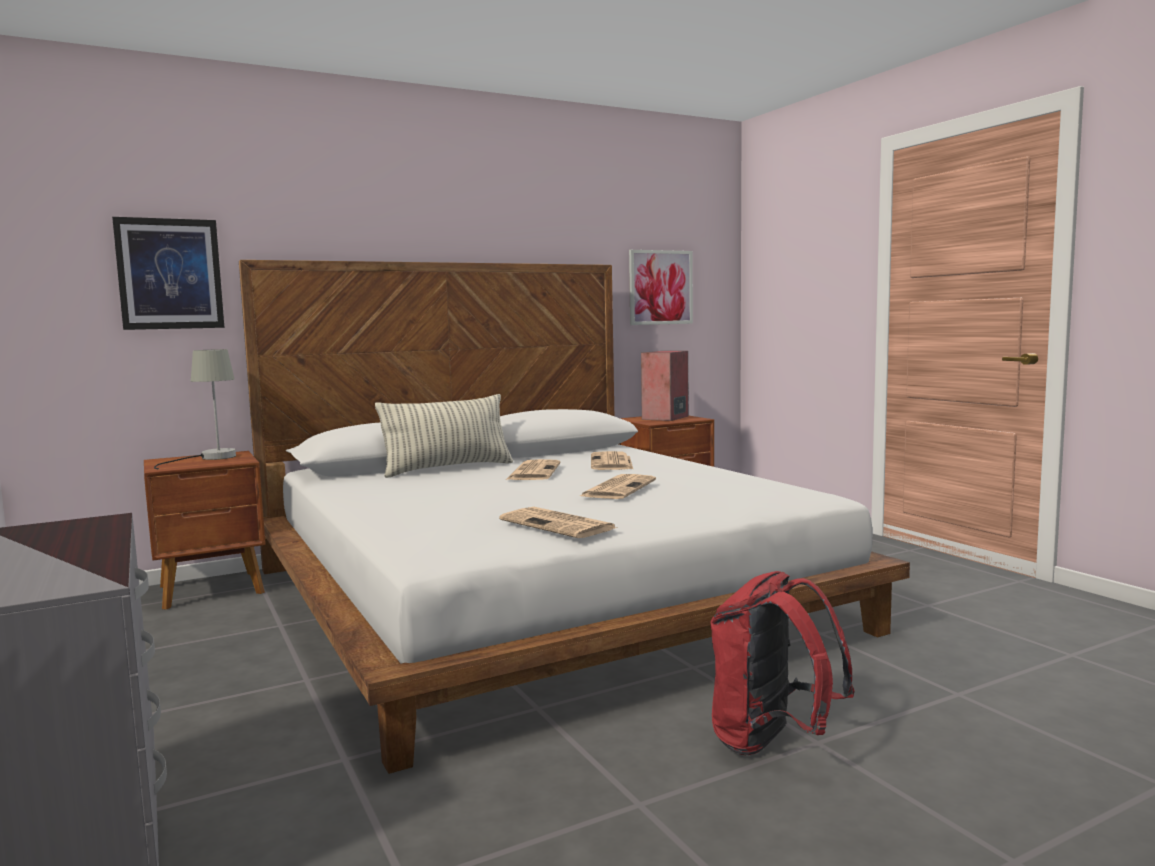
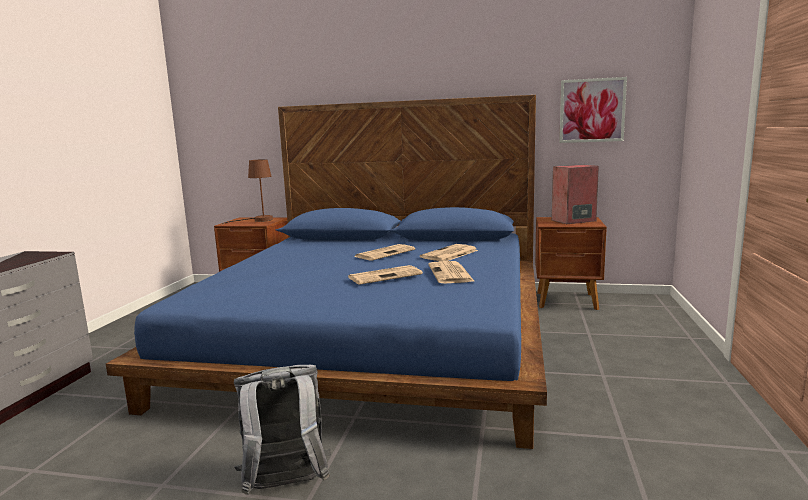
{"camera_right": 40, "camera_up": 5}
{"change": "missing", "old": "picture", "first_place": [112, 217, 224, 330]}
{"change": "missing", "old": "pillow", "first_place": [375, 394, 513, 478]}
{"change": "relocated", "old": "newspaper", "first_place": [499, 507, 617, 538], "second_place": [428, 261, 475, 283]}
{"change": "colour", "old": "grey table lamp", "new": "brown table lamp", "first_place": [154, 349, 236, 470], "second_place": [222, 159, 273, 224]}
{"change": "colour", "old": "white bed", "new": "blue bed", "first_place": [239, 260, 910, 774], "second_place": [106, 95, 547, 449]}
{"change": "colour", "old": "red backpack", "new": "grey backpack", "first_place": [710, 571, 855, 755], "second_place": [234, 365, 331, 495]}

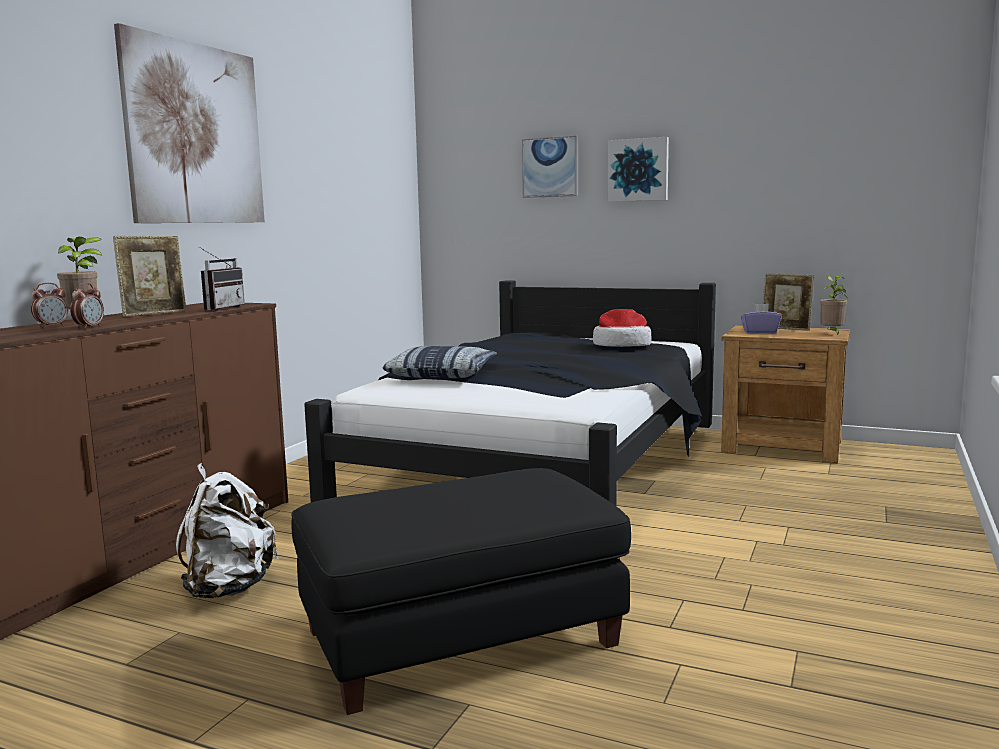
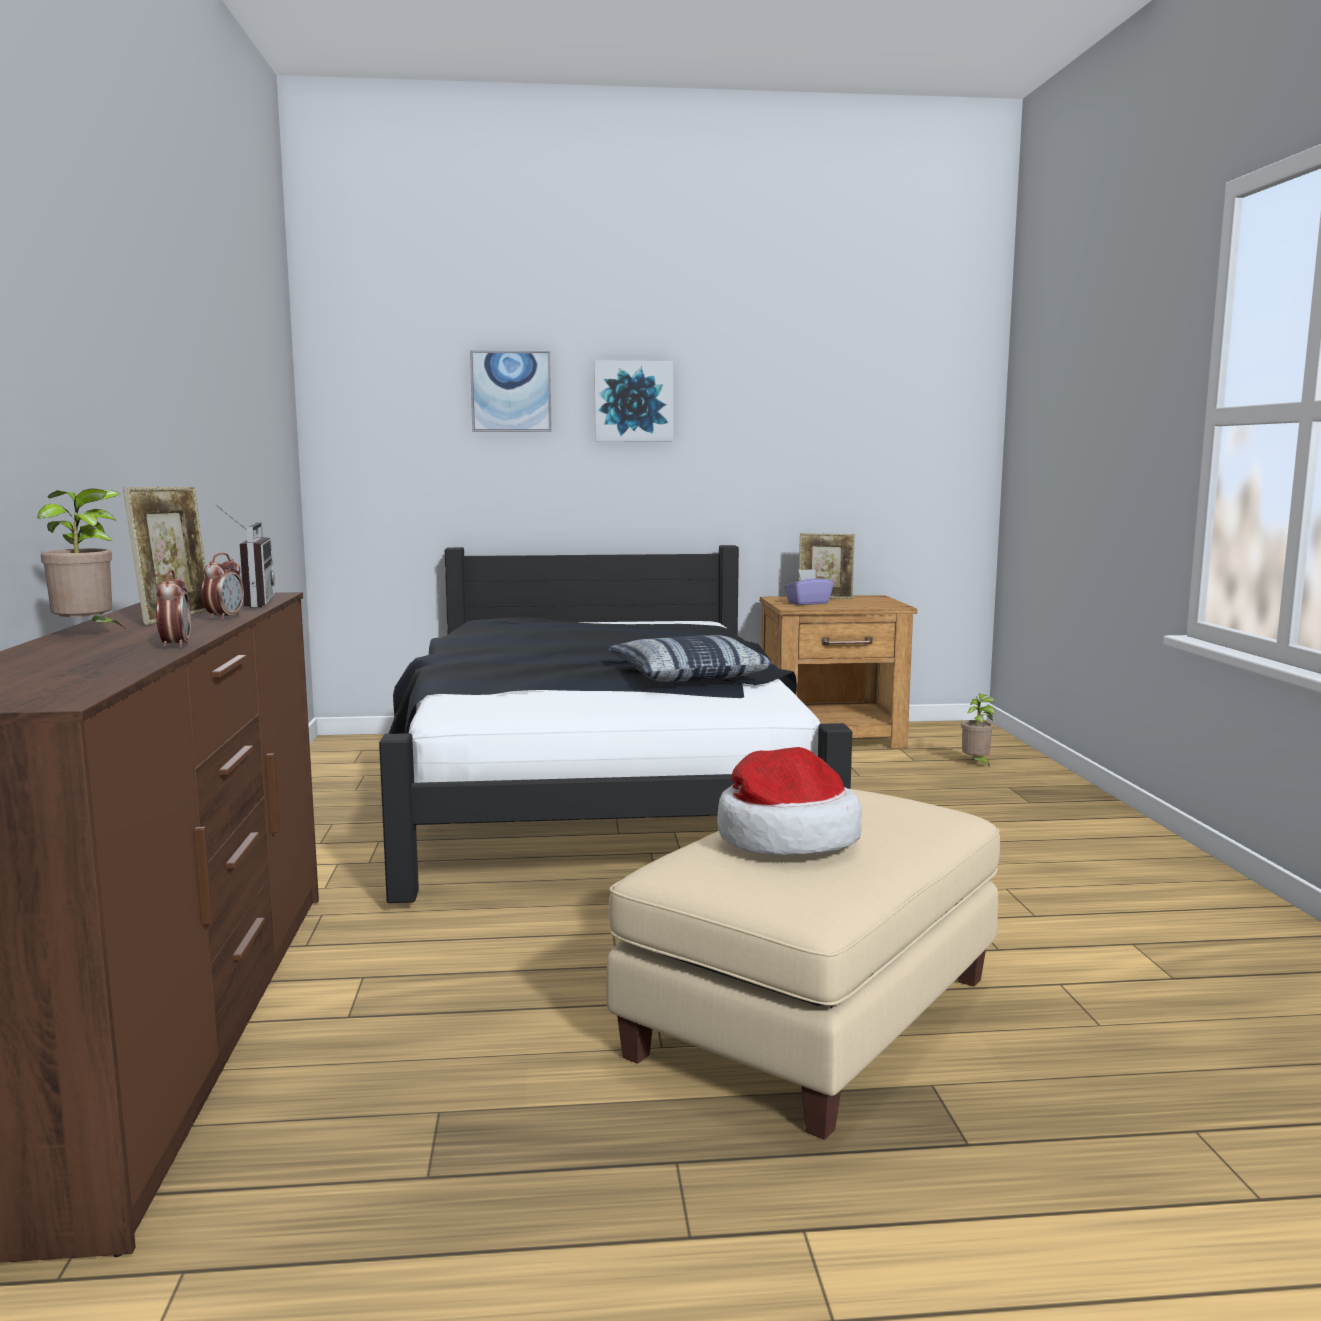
{"camera_right": -30, "camera_up": 0}
{"change": "missing", "old": "picture", "first_place": [114, 23, 265, 223]}
{"change": "missing", "old": "white backpack", "first_place": [176, 463, 279, 598]}
{"change": "relocated", "old": "alarm clock", "first_place": [31, 283, 68, 328], "second_place": [202, 553, 244, 620]}
{"change": "relocated", "old": "pillow", "first_place": [383, 346, 497, 378], "second_place": [608, 635, 772, 682]}
{"change": "relocated", "old": "hat", "first_place": [593, 309, 652, 347], "second_place": [717, 747, 862, 855]}
{"change": "relocated", "old": "potted plant", "first_place": [820, 276, 847, 336], "second_place": [961, 693, 995, 768]}
{"change": "colour", "old": "black ottoman", "new": "beige ottoman", "first_place": [291, 468, 631, 715], "second_place": [606, 789, 1000, 1140]}

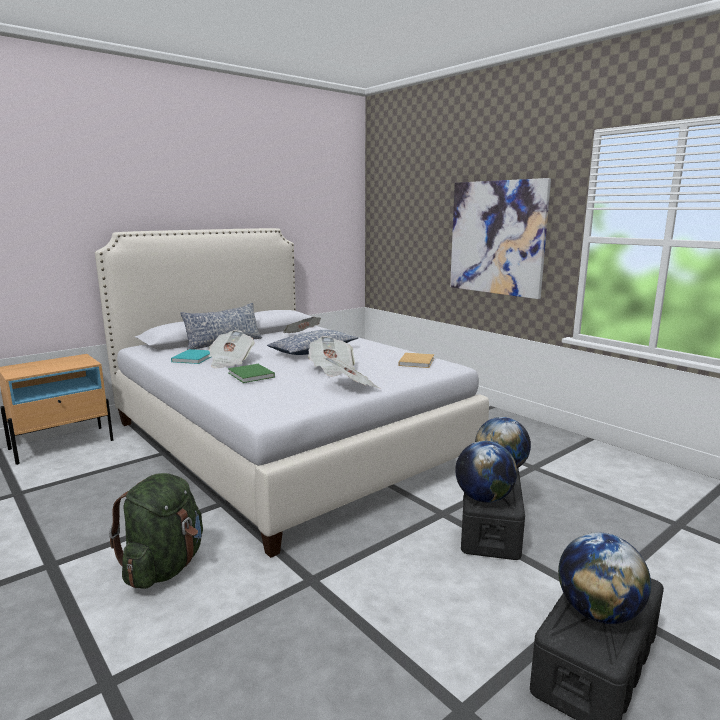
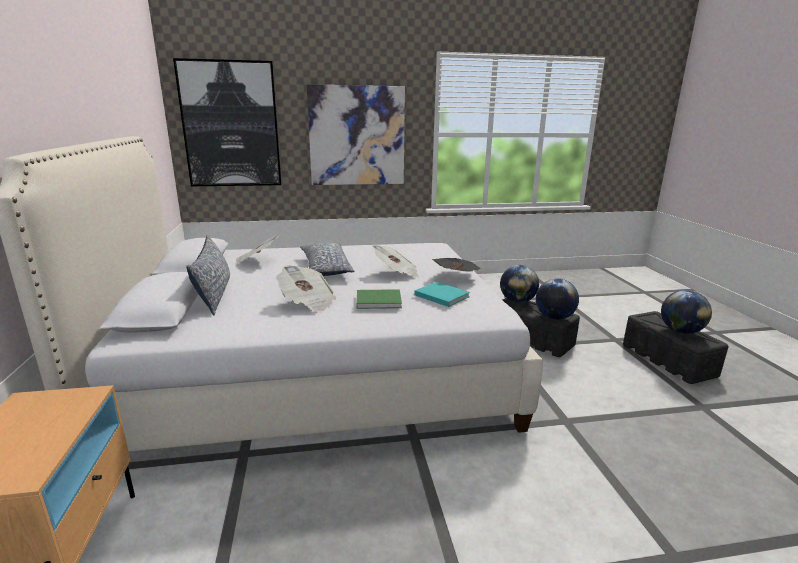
{"camera_right": -60, "camera_up": 5}
{"change": "missing", "old": "green backpack", "first_place": [109, 473, 203, 589]}
{"change": "missing", "old": "beige book", "first_place": [399, 352, 434, 368]}
{"change": "appeared", "new": "picture", "second_place": [173, 58, 282, 186]}
{"change": "relocated", "old": "turquoise book", "first_place": [171, 349, 211, 364], "second_place": [414, 282, 470, 307]}

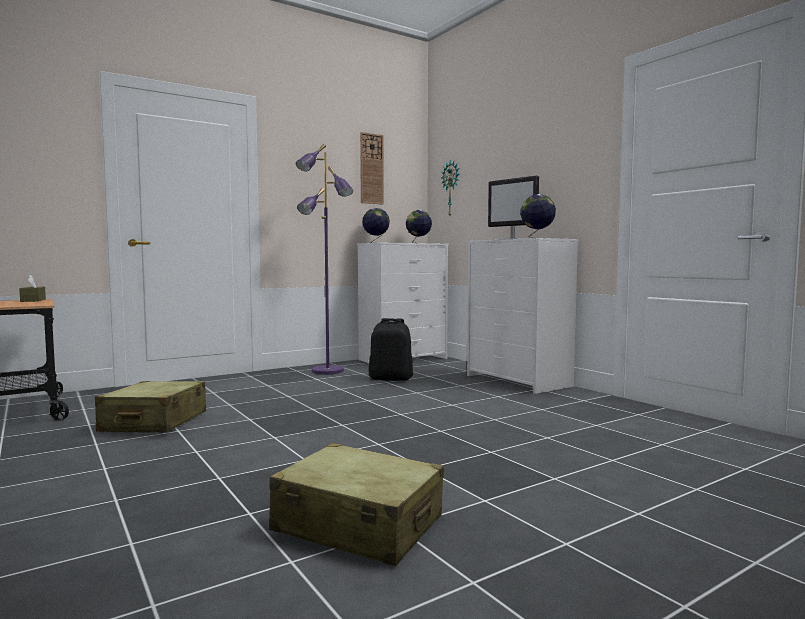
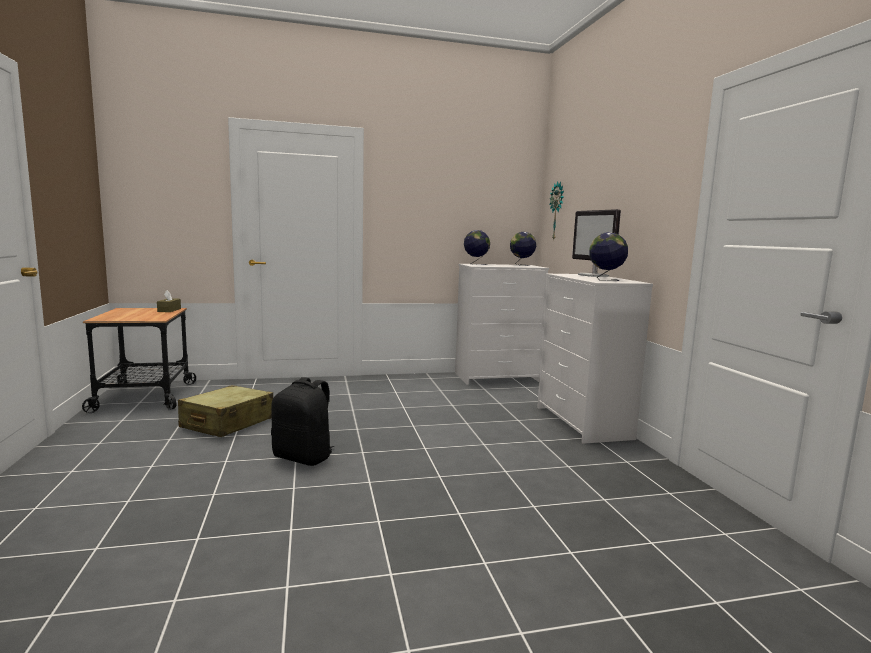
{"camera_right": 20, "camera_up": 5}
{"change": "missing", "old": "beige suitcase", "first_place": [269, 443, 444, 566]}
{"change": "missing", "old": "purple floor lamp", "first_place": [296, 144, 353, 375]}
{"change": "missing", "old": "wall clock", "first_place": [360, 132, 384, 204]}
{"change": "relocated", "old": "black backpack", "first_place": [369, 318, 413, 381], "second_place": [271, 377, 334, 466]}

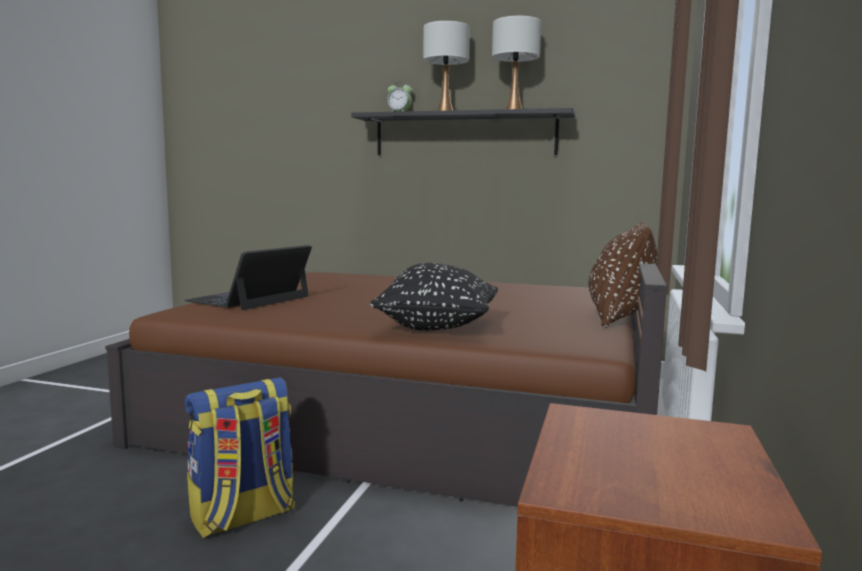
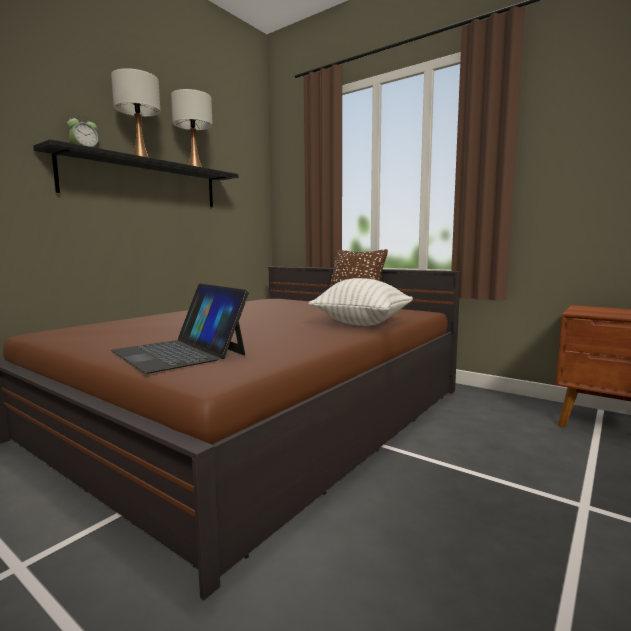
{"camera_right": -70, "camera_up": 0}
{"change": "missing", "old": "backpack", "first_place": [185, 377, 295, 538]}
{"change": "colour", "old": "black pillow", "new": "white pillow", "first_place": [370, 263, 498, 331], "second_place": [308, 278, 413, 326]}

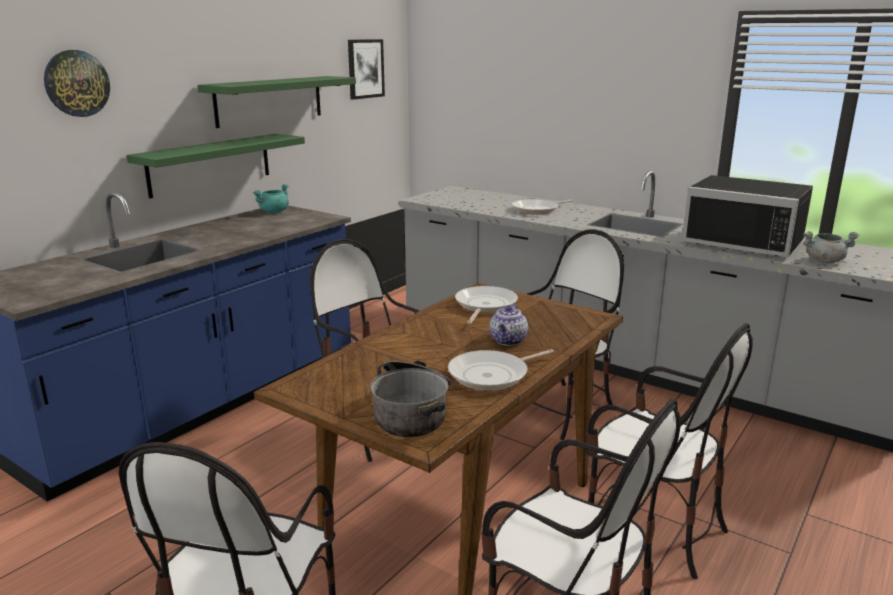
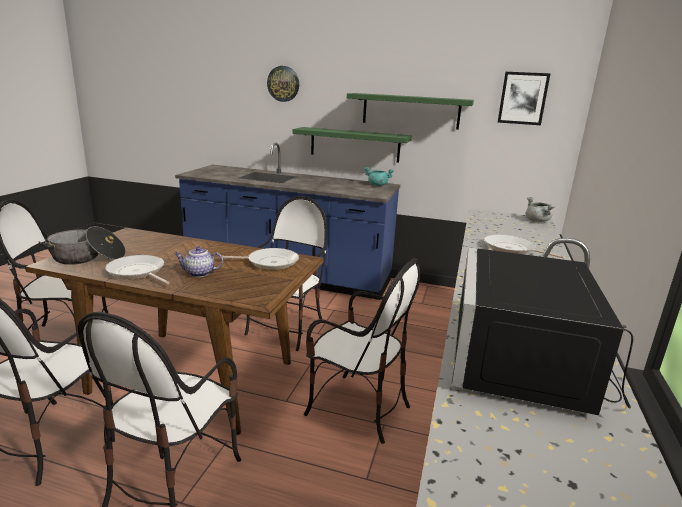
{"camera_right": 70, "camera_up": 0}
{"change": "relocated", "old": "grey cooking pot", "first_place": [803, 231, 860, 263], "second_place": [526, 197, 555, 222]}

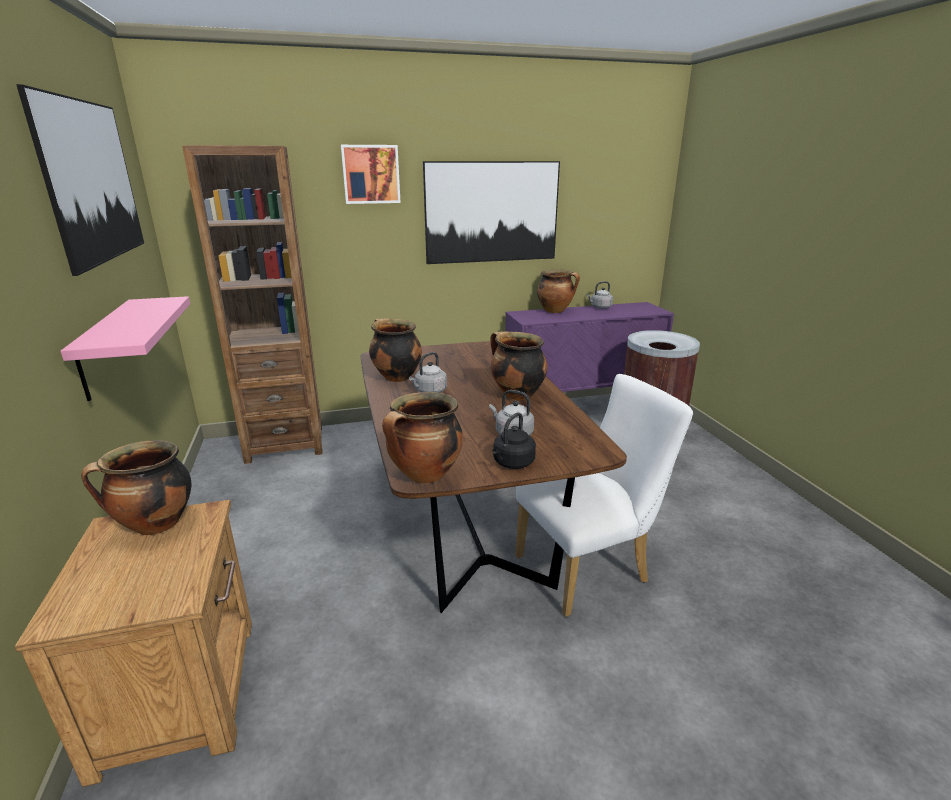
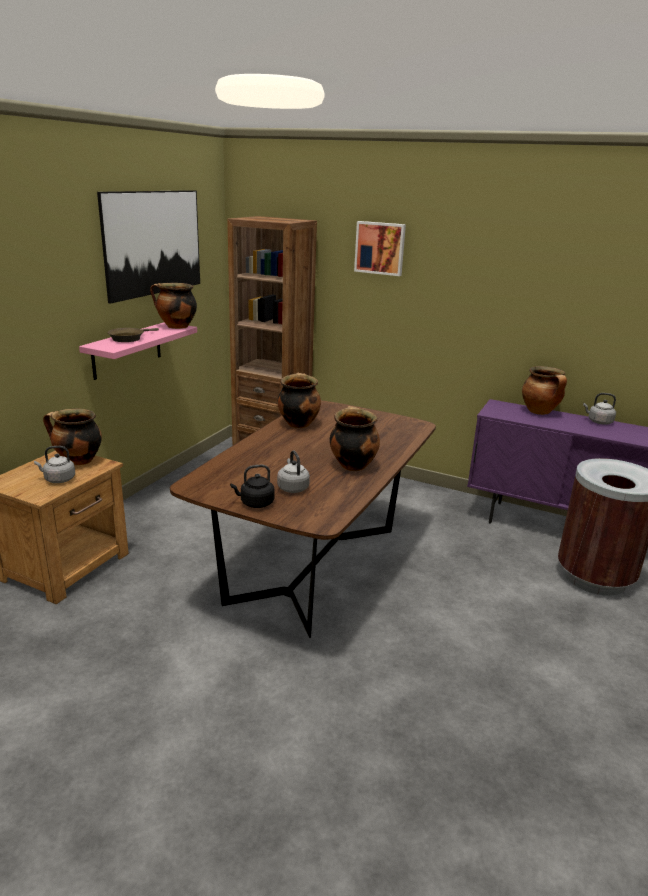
{"camera_right": 40, "camera_up": 0}
{"change": "missing", "old": "picture", "first_place": [423, 161, 560, 264]}
{"change": "missing", "old": "white chair", "first_place": [516, 374, 693, 617]}
{"change": "appeared", "new": "brown frying pan", "second_place": [107, 328, 159, 342]}
{"change": "relocated", "old": "cooking pot", "first_place": [382, 392, 463, 484], "second_place": [150, 283, 197, 329]}
{"change": "relocated", "old": "grey kettle", "first_place": [409, 352, 447, 393], "second_place": [34, 446, 75, 483]}

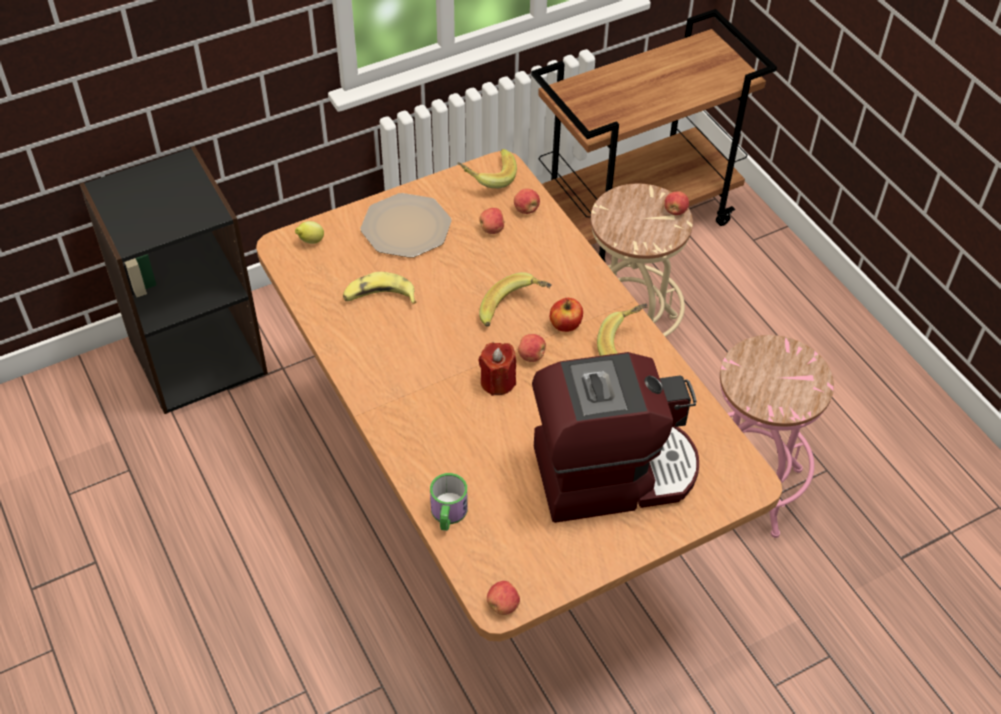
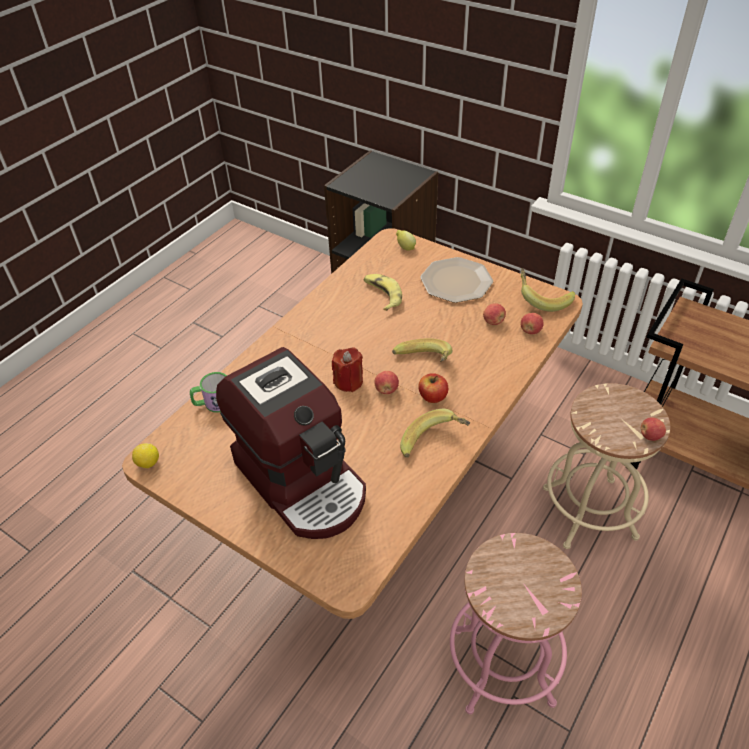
{"camera_right": 65, "camera_up": -5}
{"change": "exchanged", "old": "apple", "new": "lemon", "first_place": [487, 581, 520, 615], "second_place": [132, 443, 159, 468]}

